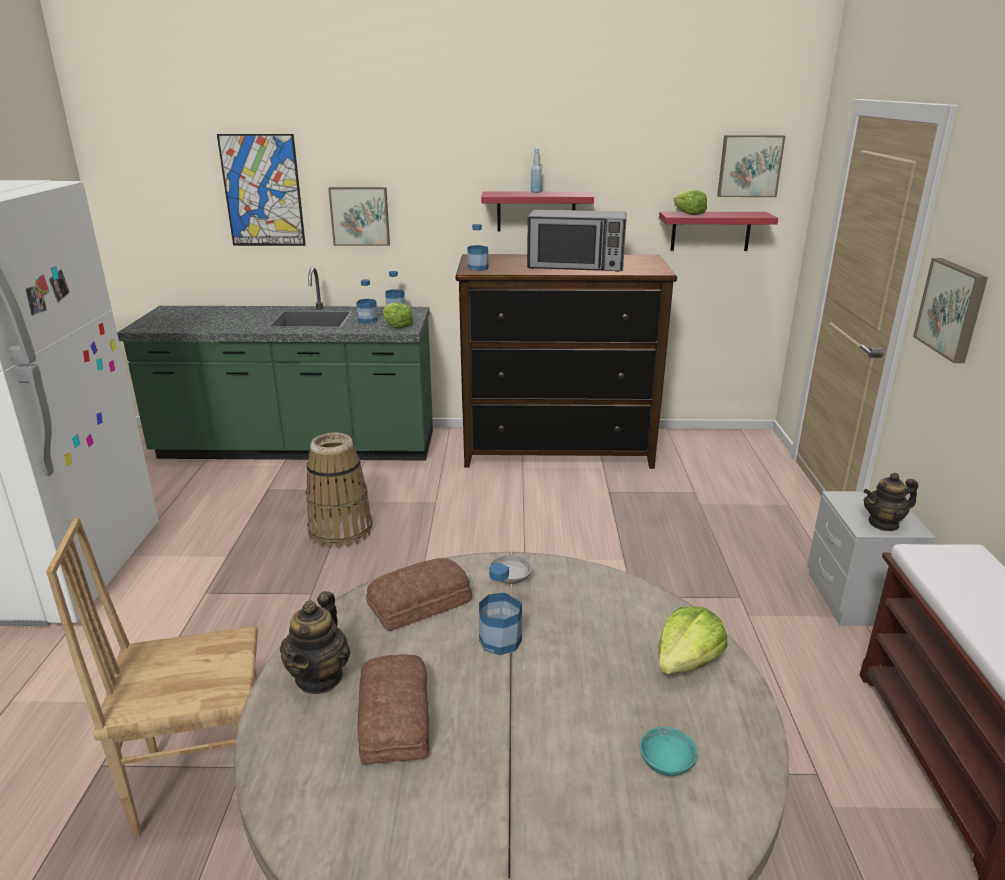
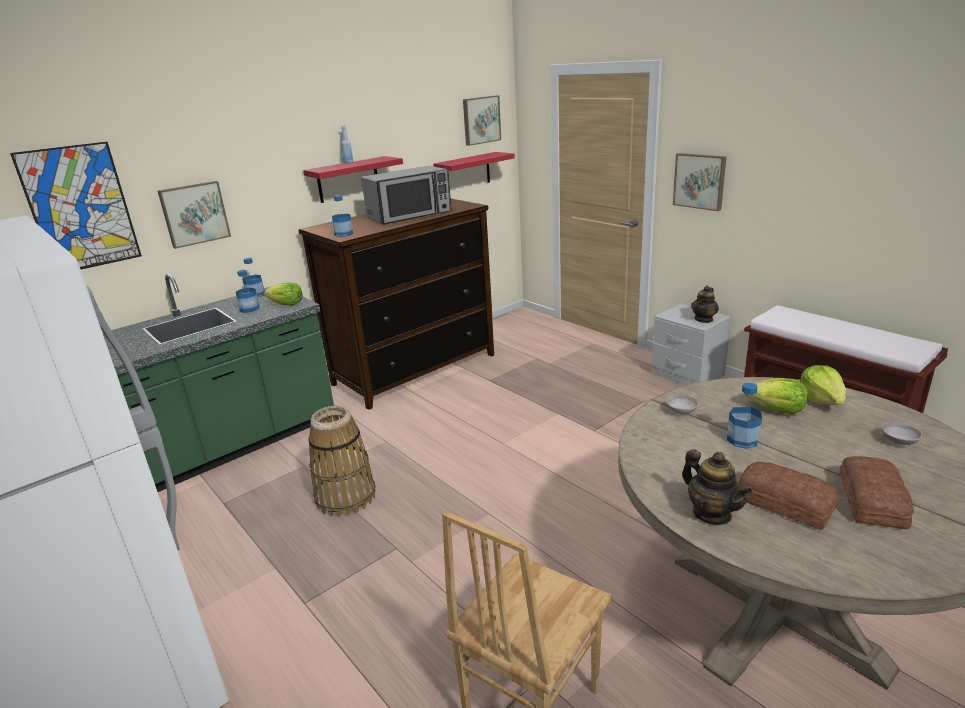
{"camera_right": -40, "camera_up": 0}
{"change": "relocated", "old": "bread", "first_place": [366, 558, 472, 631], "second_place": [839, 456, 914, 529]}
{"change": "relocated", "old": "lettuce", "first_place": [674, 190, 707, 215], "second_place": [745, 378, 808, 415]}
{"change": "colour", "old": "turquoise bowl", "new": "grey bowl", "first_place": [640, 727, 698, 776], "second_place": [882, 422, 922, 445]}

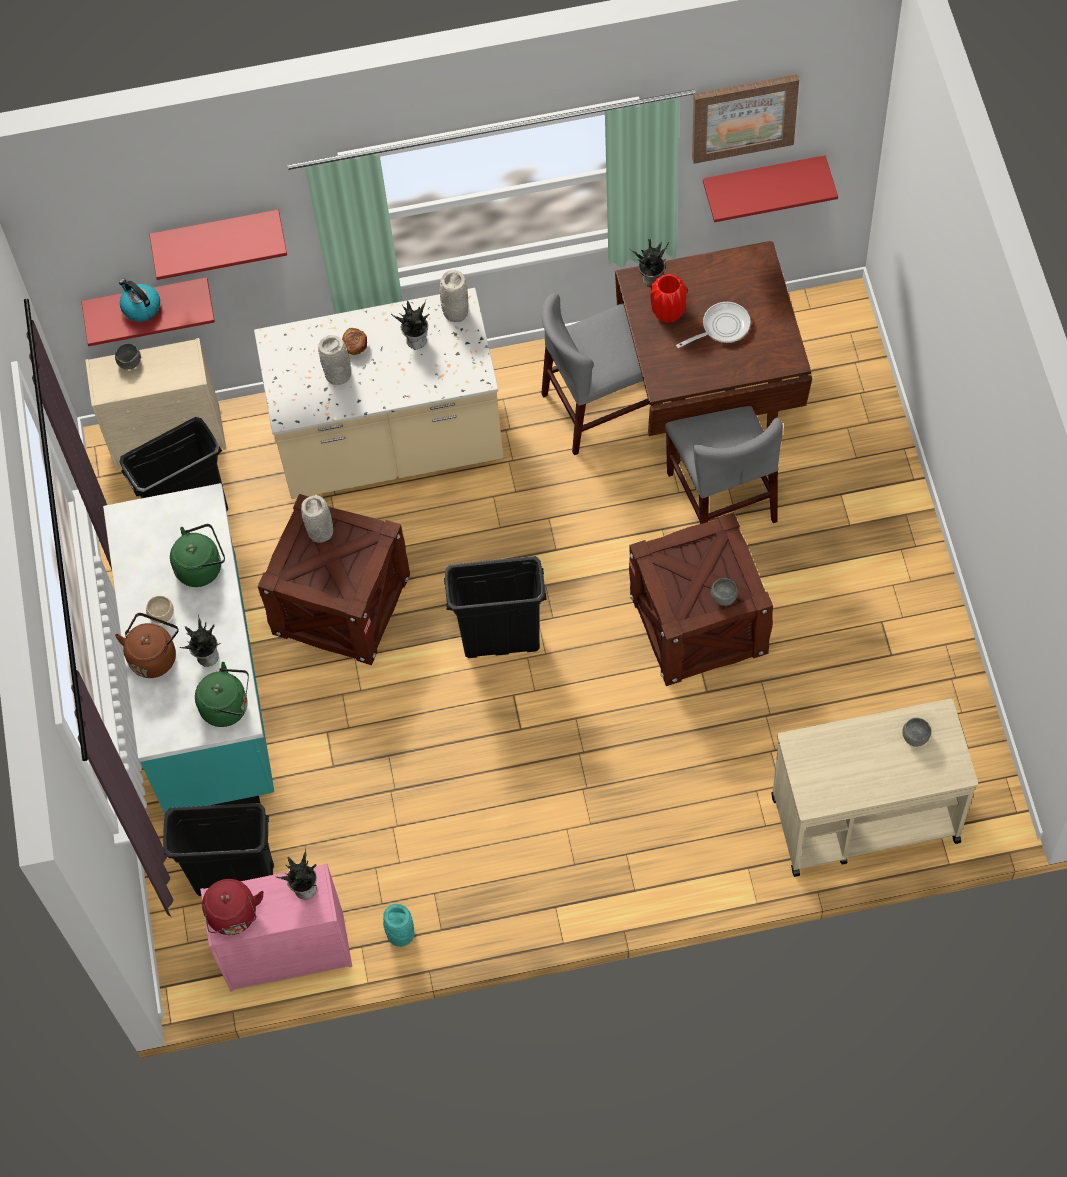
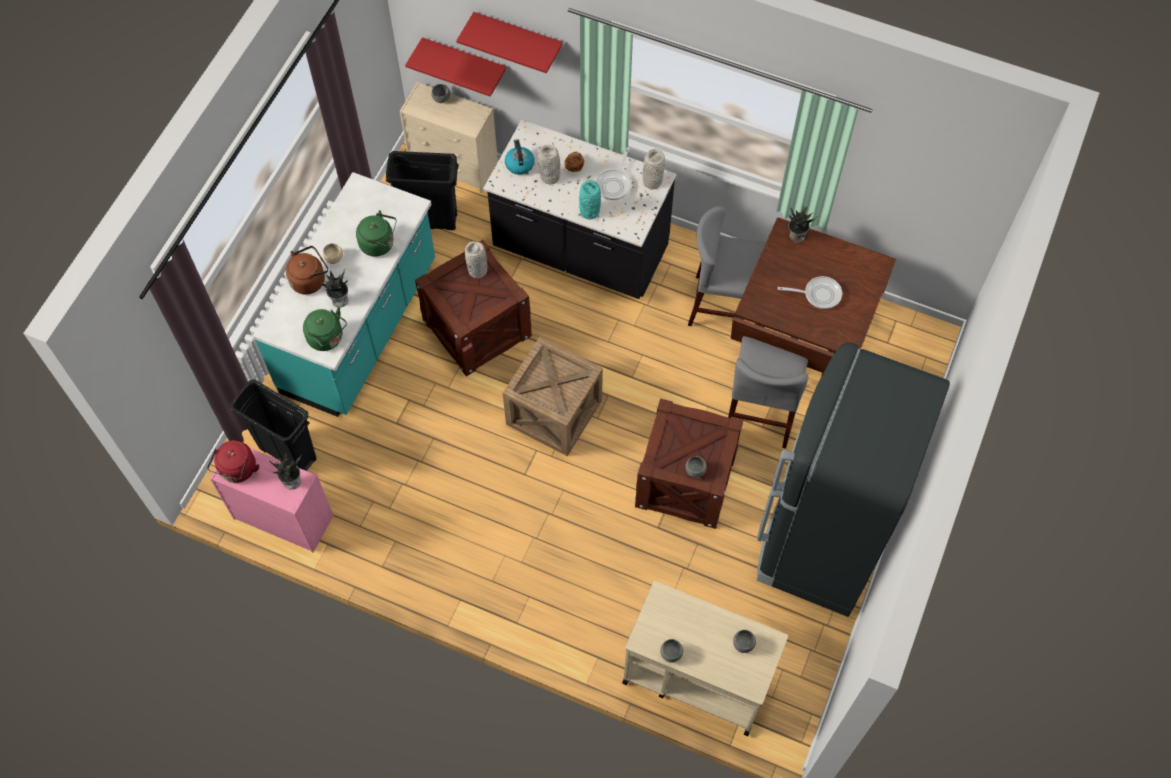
{"camera_right": 30, "camera_up": 0}
{"change": "missing", "old": "red vase", "first_place": [650, 274, 687, 323]}
{"change": "missing", "old": "picture", "first_place": [692, 74, 799, 164]}
{"change": "missing", "old": "red shelf", "first_place": [703, 155, 838, 222]}
{"change": "appeared", "new": "grey bowl", "second_place": [660, 639, 683, 663]}
{"change": "appeared", "new": "black fridge", "second_place": [757, 343, 950, 617]}
{"change": "relocated", "old": "kettle", "first_place": [119, 279, 160, 322], "second_place": [505, 139, 535, 175]}
{"change": "relocated", "old": "turquoise vase", "first_place": [383, 904, 415, 947], "second_place": [579, 180, 601, 219]}
{"change": "exchanged", "old": "potted plant", "new": "frying pan", "first_place": [391, 300, 429, 349], "second_place": [596, 147, 631, 200]}
{"change": "exchanged", "old": "black trash can", "new": "crate", "first_place": [444, 556, 547, 658], "second_place": [503, 337, 603, 456]}
{"change": "colour", "old": "beige counter", "new": "black counter", "first_place": [254, 288, 503, 499], "second_place": [483, 120, 676, 299]}

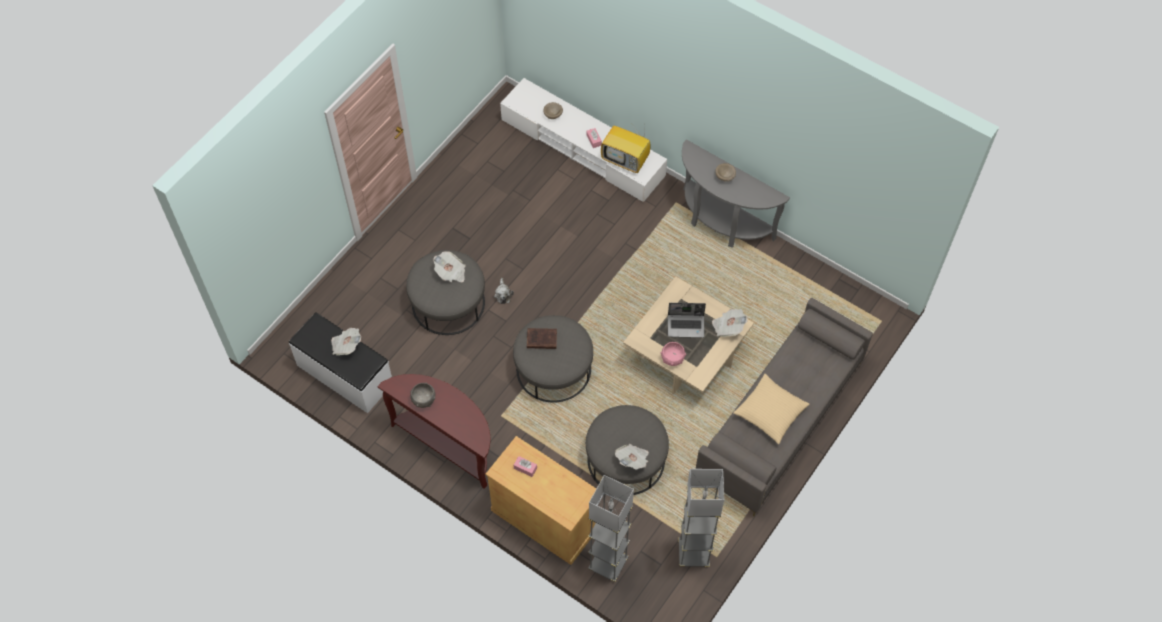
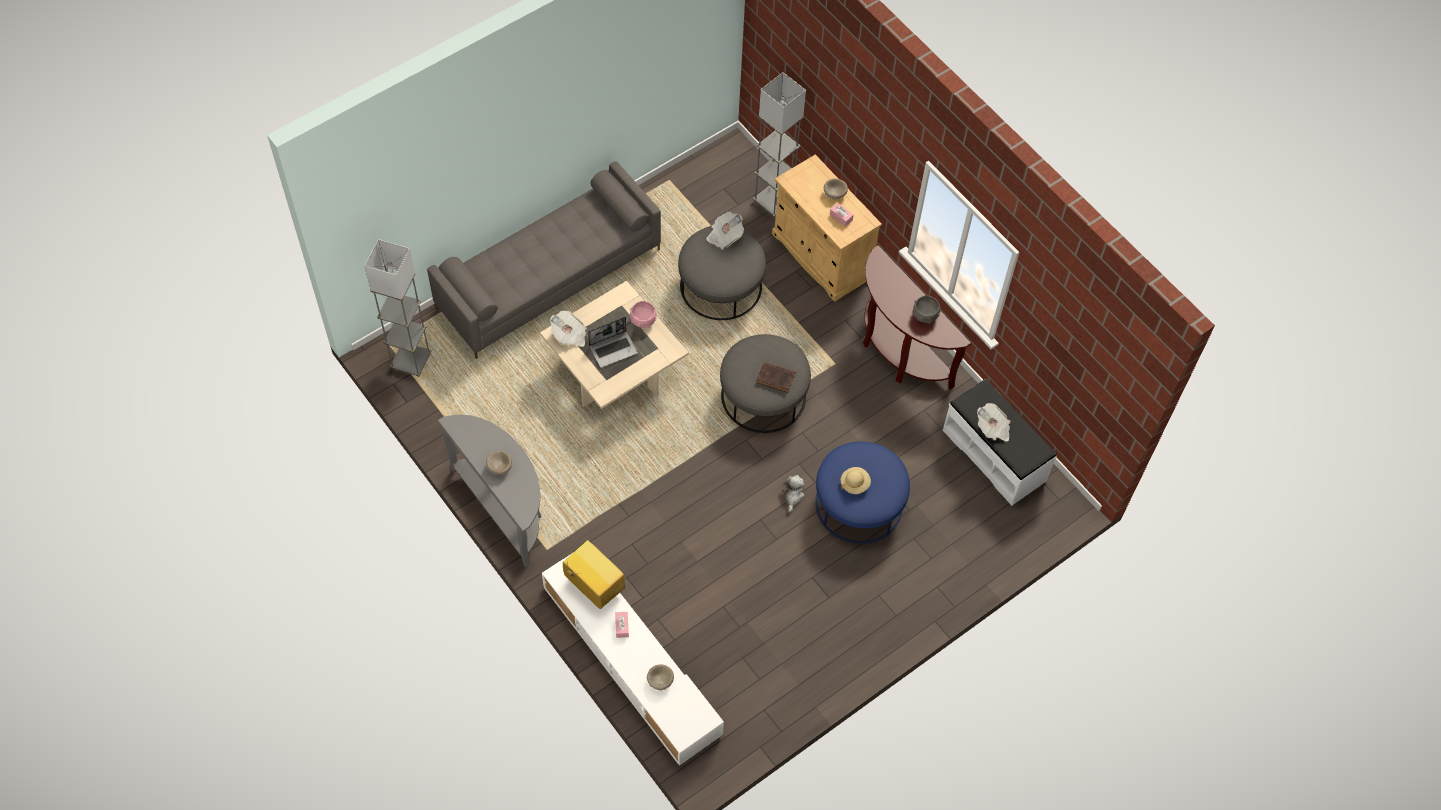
{"camera_right": -165, "camera_up": 0}
{"change": "missing", "old": "beige pillow", "first_place": [733, 374, 809, 444]}
{"change": "appeared", "new": "beige bowl", "second_place": [824, 178, 848, 199]}
{"change": "relocated", "old": "grey floor lamp", "first_place": [679, 469, 724, 567], "second_place": [364, 239, 431, 377]}
{"change": "exchanged", "old": "newspaper", "new": "beige hat", "first_place": [433, 251, 466, 282], "second_place": [841, 467, 871, 494]}
{"change": "colour", "old": "grey ottoman", "new": "blue ottoman", "first_place": [406, 250, 485, 335], "second_place": [815, 441, 910, 544]}
{"change": "spun", "old": "laptop", "first_place": [668, 303, 706, 338], "second_place": [588, 317, 638, 368], "degrees": 135}

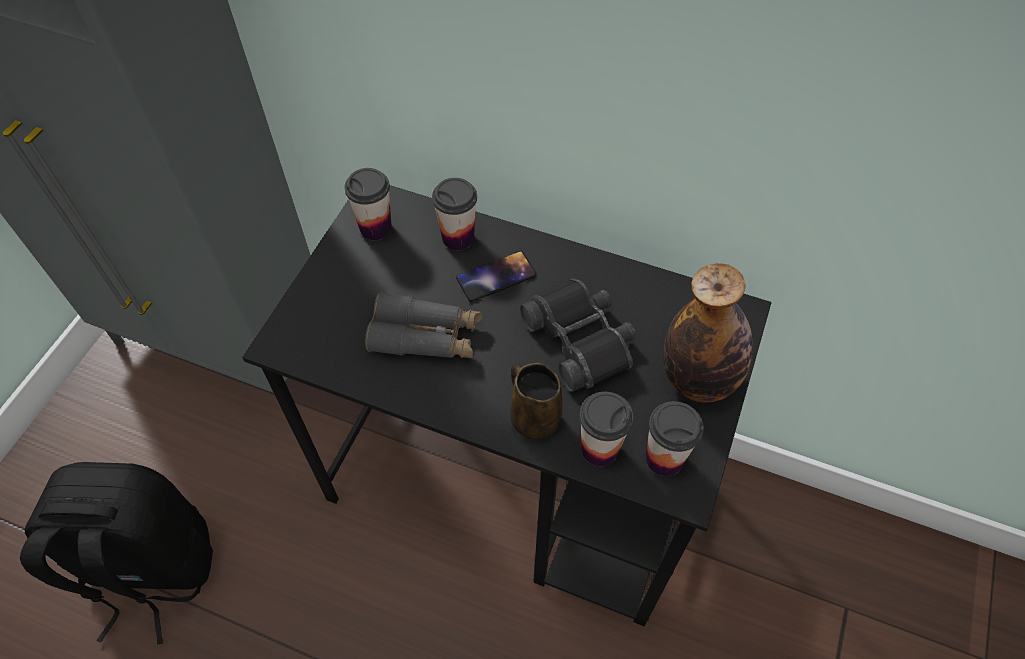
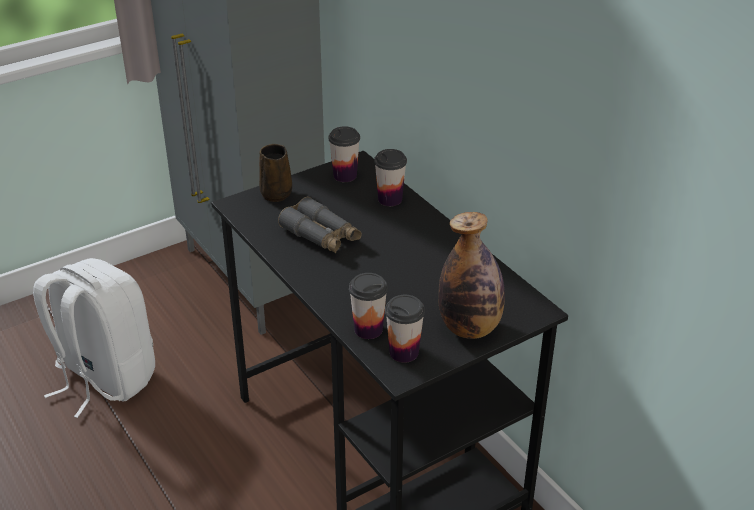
{"camera_right": 35, "camera_up": -20}
{"change": "missing", "old": "phone", "first_place": [456, 251, 537, 302]}
{"change": "missing", "old": "black binoculars", "first_place": [520, 279, 636, 392]}
{"change": "relocated", "old": "brown mug", "first_place": [510, 363, 562, 439], "second_place": [259, 144, 292, 202]}
{"change": "colour", "old": "black backpack", "new": "white backpack", "first_place": [20, 462, 213, 645], "second_place": [33, 258, 155, 418]}

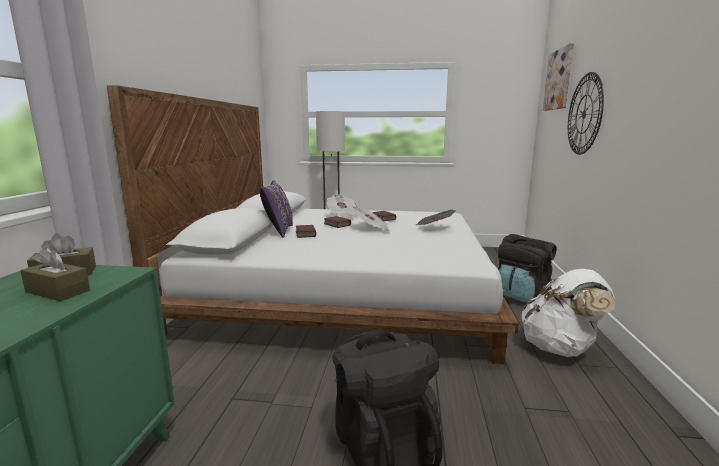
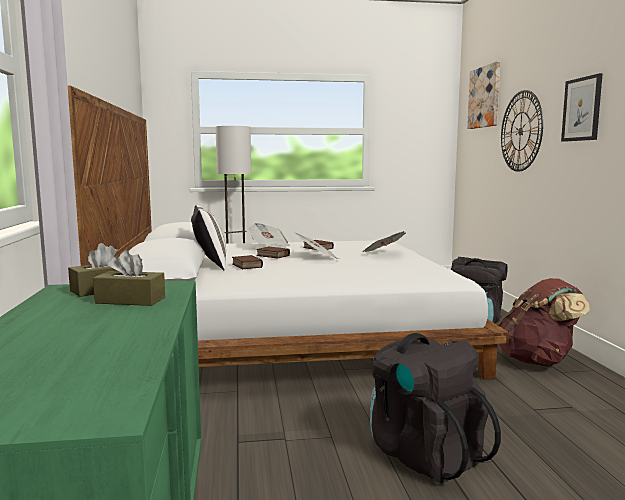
{"camera_right": -15, "camera_up": -5}
{"change": "appeared", "new": "picture", "second_place": [561, 73, 603, 142]}
{"change": "colour", "old": "purple pillow", "new": "white pillow", "first_place": [260, 180, 293, 238], "second_place": [191, 205, 226, 270]}
{"change": "colour", "old": "white backpack", "new": "brown backpack", "first_place": [522, 269, 615, 357], "second_place": [497, 278, 590, 367]}

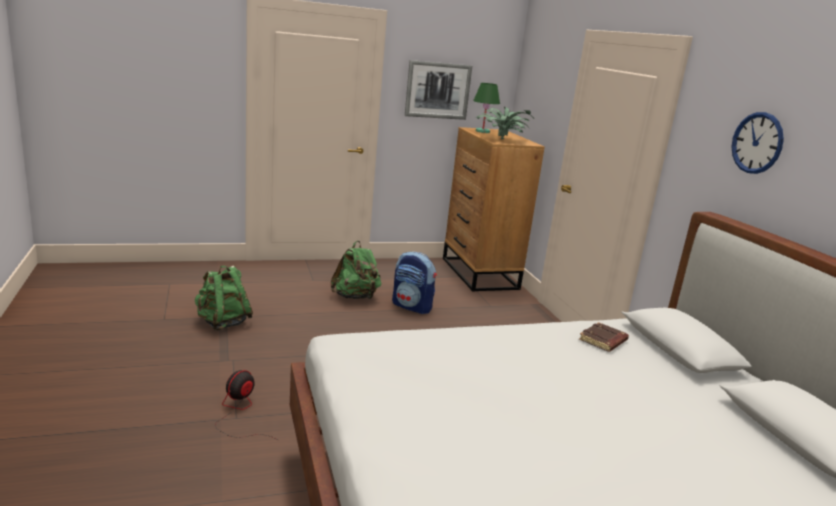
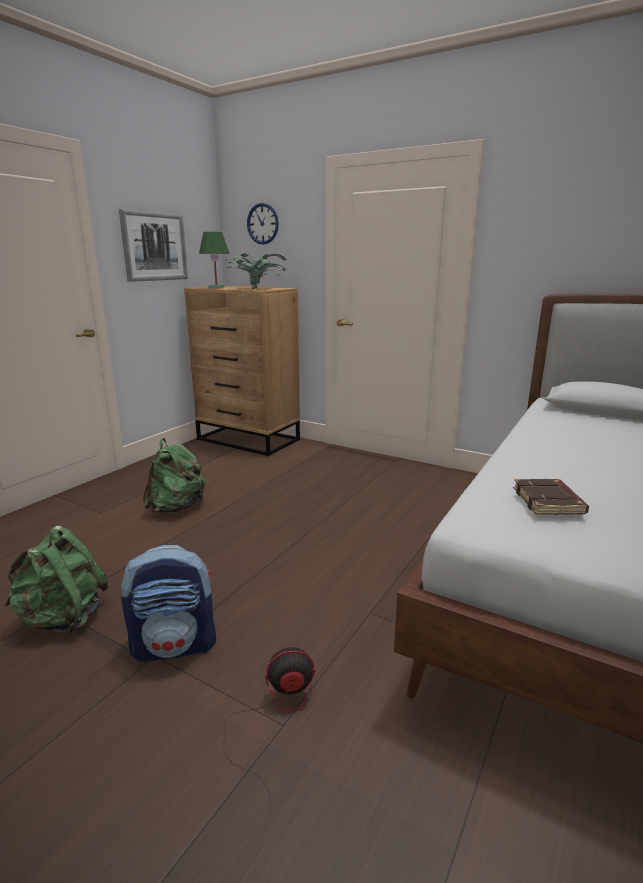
{"camera_right": -40, "camera_up": 0}
{"change": "relocated", "old": "backpack", "first_place": [392, 251, 437, 314], "second_place": [121, 545, 216, 661]}
{"change": "relocated", "old": "brown book", "first_place": [579, 322, 629, 352], "second_place": [513, 479, 589, 515]}
{"change": "relocated", "old": "wall clock", "first_place": [731, 112, 784, 174], "second_place": [247, 203, 279, 245]}
{"change": "spun", "old": "fan", "first_place": [215, 370, 276, 439], "second_place": [224, 647, 316, 810], "degrees": 90}

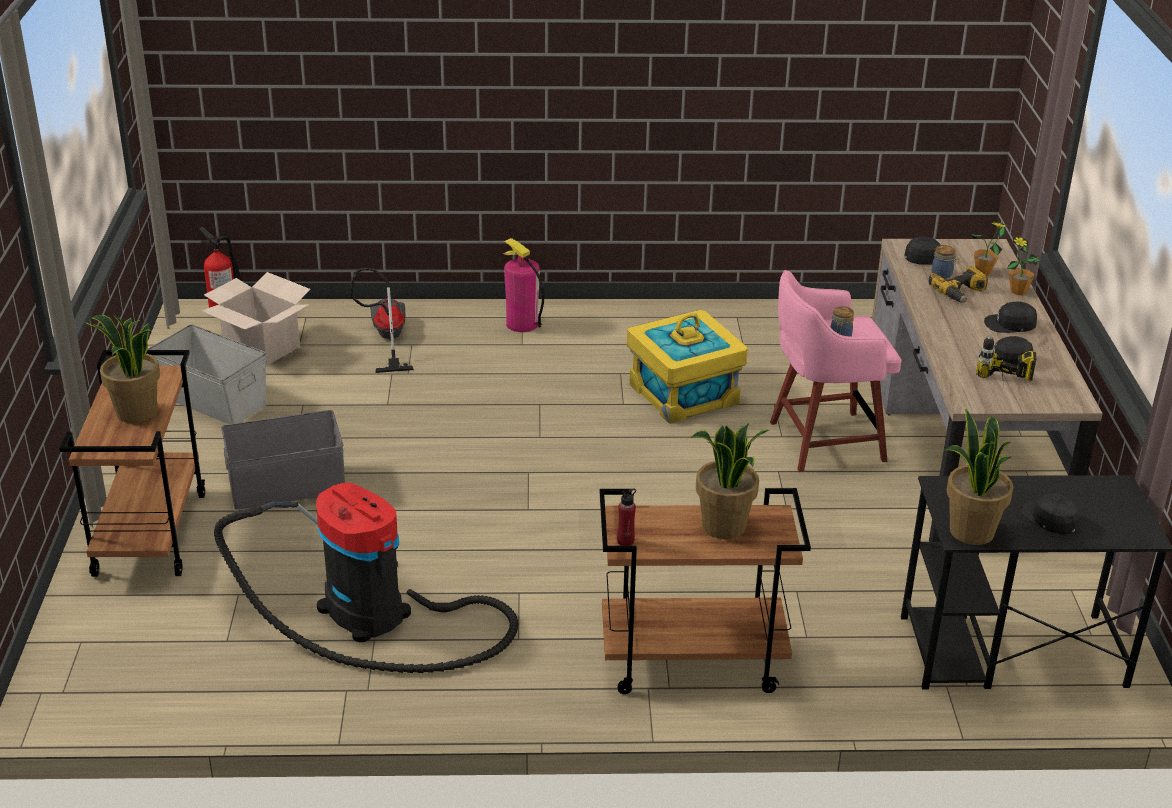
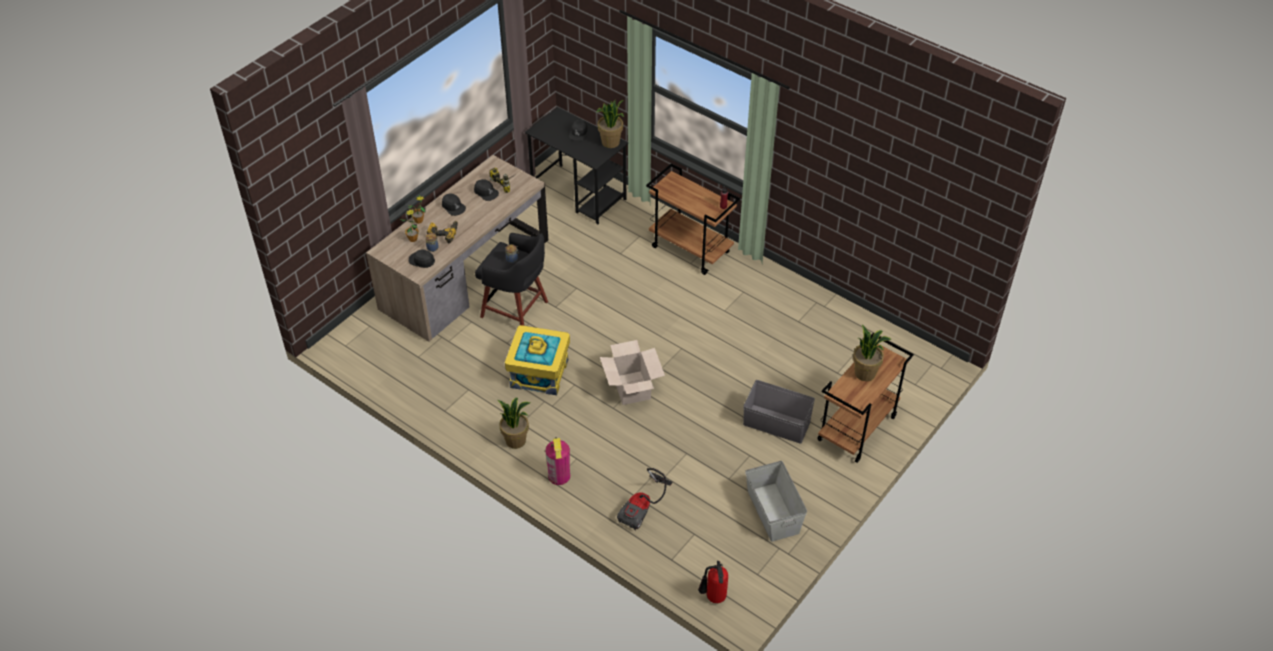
{"camera_right": -140, "camera_up": 15}
{"change": "missing", "old": "vacuum cleaner", "first_place": [214, 483, 518, 673]}
{"change": "relocated", "old": "cardboard box", "first_place": [202, 272, 310, 366], "second_place": [600, 340, 665, 405]}
{"change": "relocated", "old": "potted plant", "first_place": [690, 423, 769, 539], "second_place": [498, 398, 530, 449]}
{"change": "colour", "old": "pink stool", "new": "black stool", "first_place": [770, 270, 901, 472], "second_place": [475, 233, 548, 326]}

